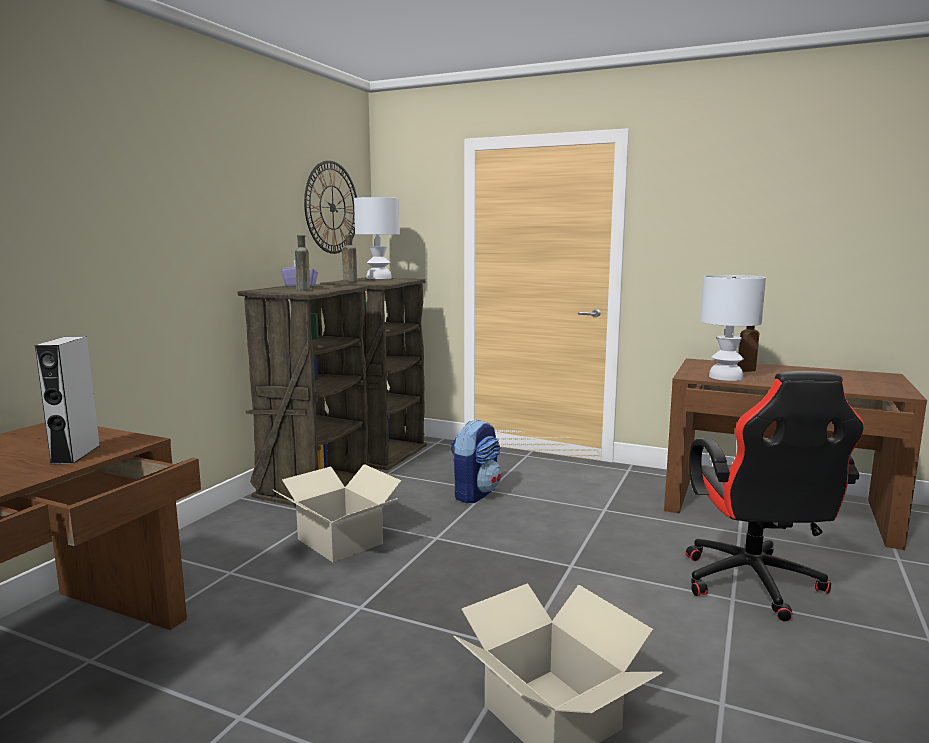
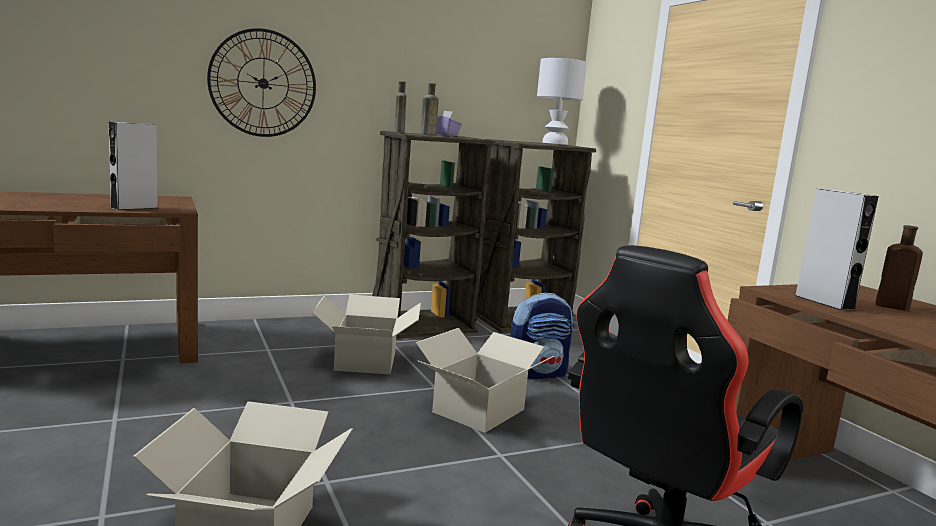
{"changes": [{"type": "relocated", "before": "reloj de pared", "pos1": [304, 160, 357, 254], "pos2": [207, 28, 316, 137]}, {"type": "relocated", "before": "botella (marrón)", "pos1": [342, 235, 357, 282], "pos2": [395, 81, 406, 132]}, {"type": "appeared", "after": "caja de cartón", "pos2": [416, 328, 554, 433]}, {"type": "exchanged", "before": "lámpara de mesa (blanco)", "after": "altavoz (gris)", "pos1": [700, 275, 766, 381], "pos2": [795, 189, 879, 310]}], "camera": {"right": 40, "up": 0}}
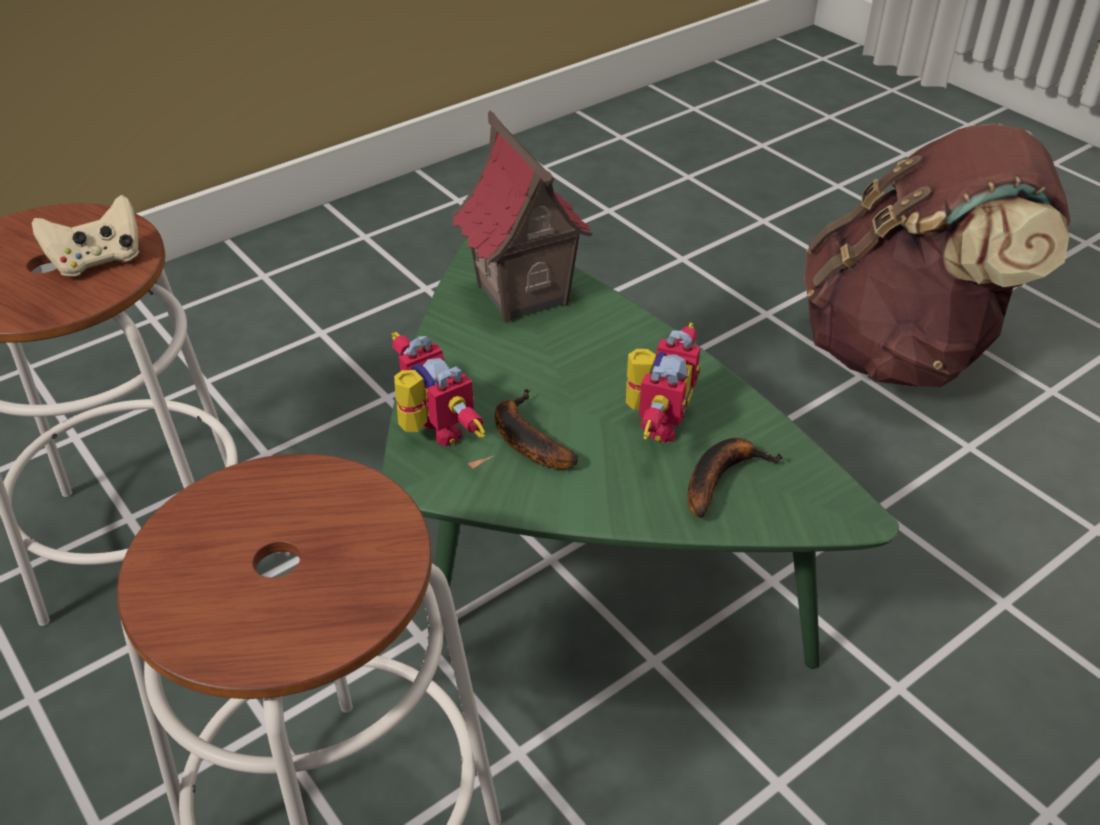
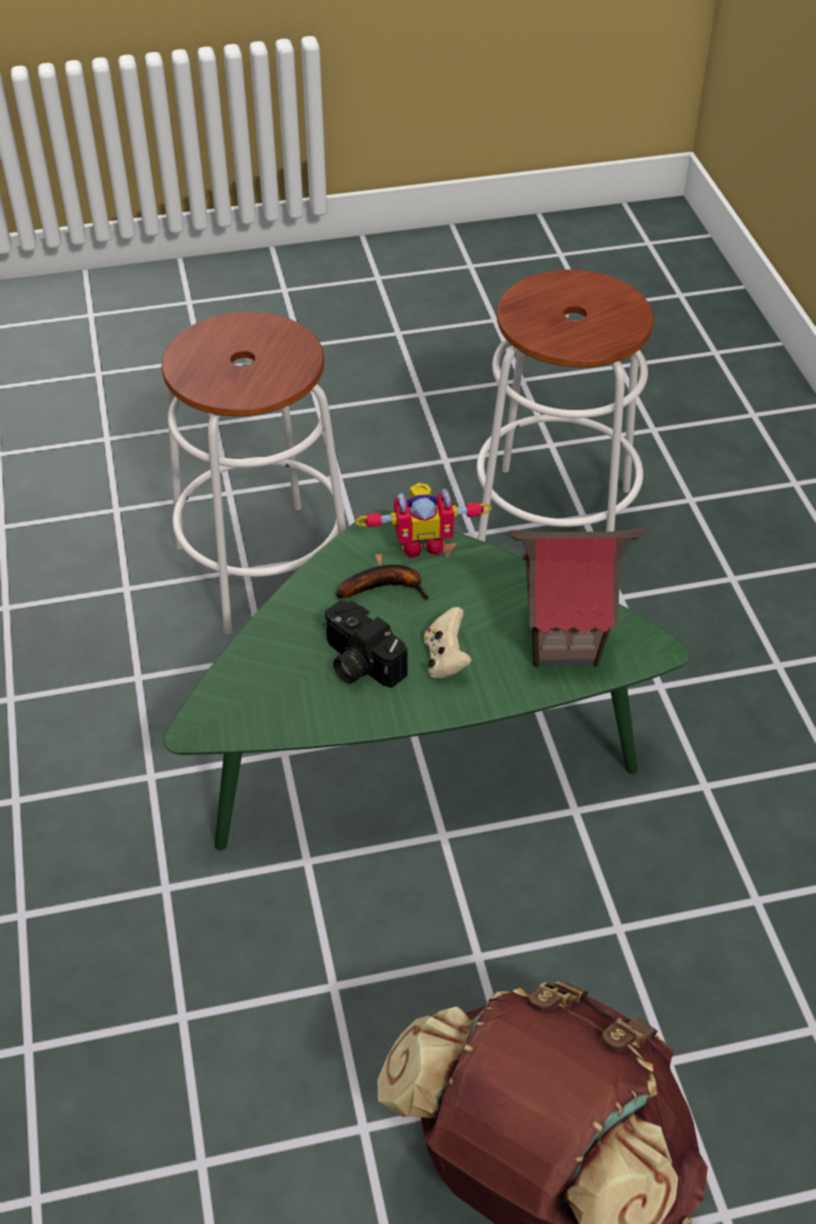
{"changes": [{"type": "exchanged", "before": "robot de juguete", "after": "cámara", "pos1": [626, 323, 700, 443], "pos2": [322, 600, 408, 688]}, {"type": "relocated", "before": "mando de consola (beis)", "pos1": [32, 195, 140, 277], "pos2": [424, 607, 472, 679]}, {"type": "missing", "before": "plátano", "pos1": [687, 438, 783, 519]}], "camera": {"right": 115, "up": 5}}
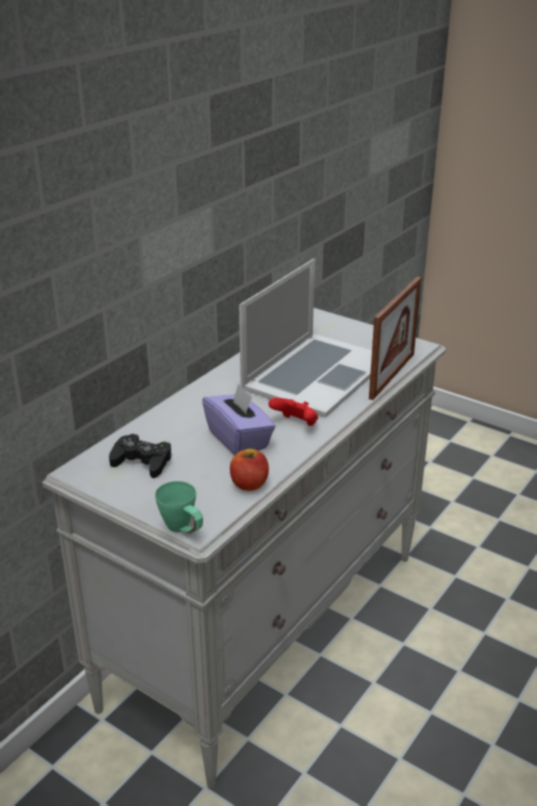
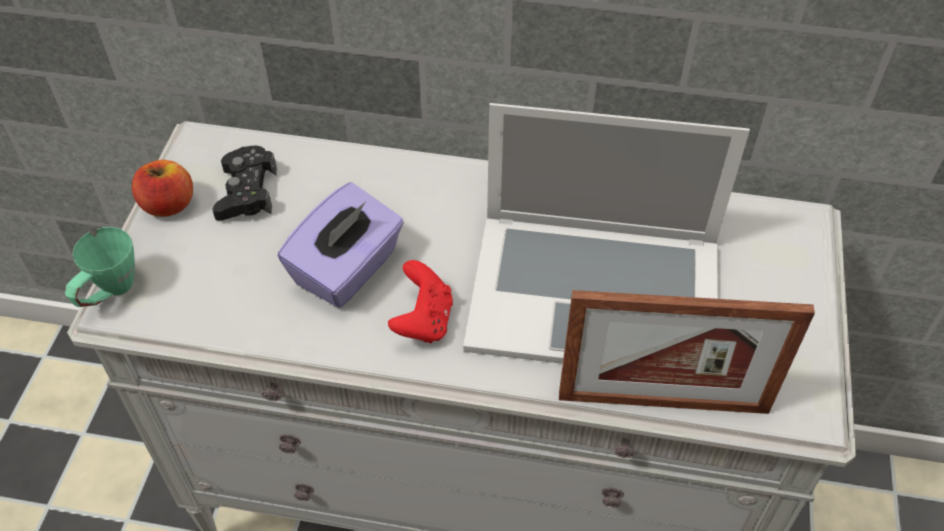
{"changes": [{"type": "relocated", "before": "manzana", "pos1": [230, 449, 269, 491], "pos2": [132, 160, 193, 217]}], "camera": {"right": 65, "up": 20}}
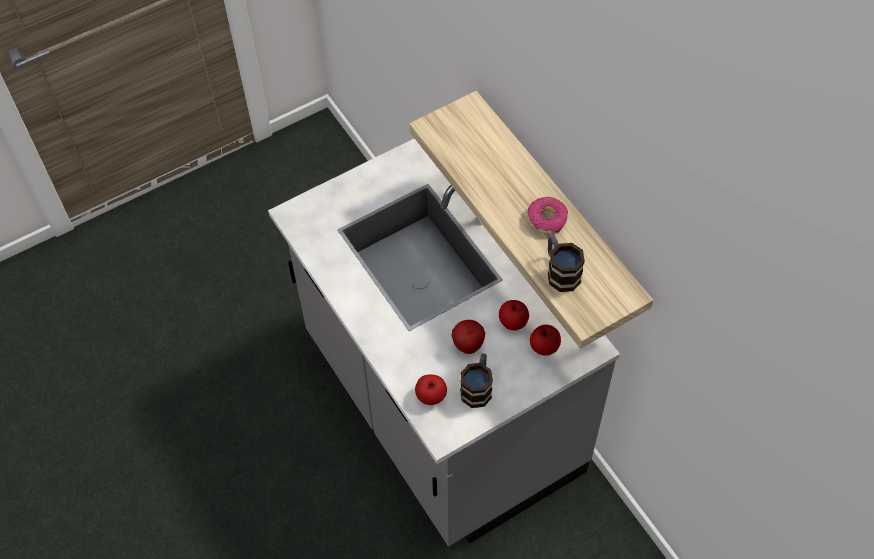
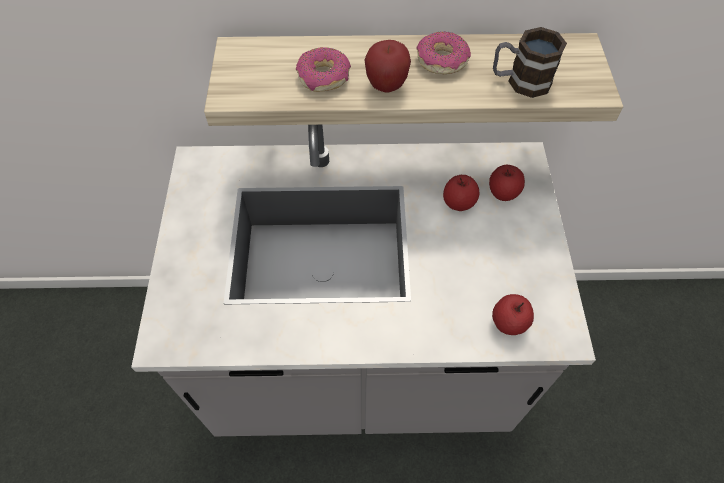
{"changes": [{"type": "appeared", "after": "rosquilla", "pos2": [296, 47, 351, 92]}, {"type": "relocated", "before": "manzana", "pos1": [452, 320, 485, 354], "pos2": [364, 40, 411, 93]}, {"type": "missing", "before": "taza grande", "pos1": [460, 353, 493, 408]}], "camera": {"right": -60, "up": 0}}
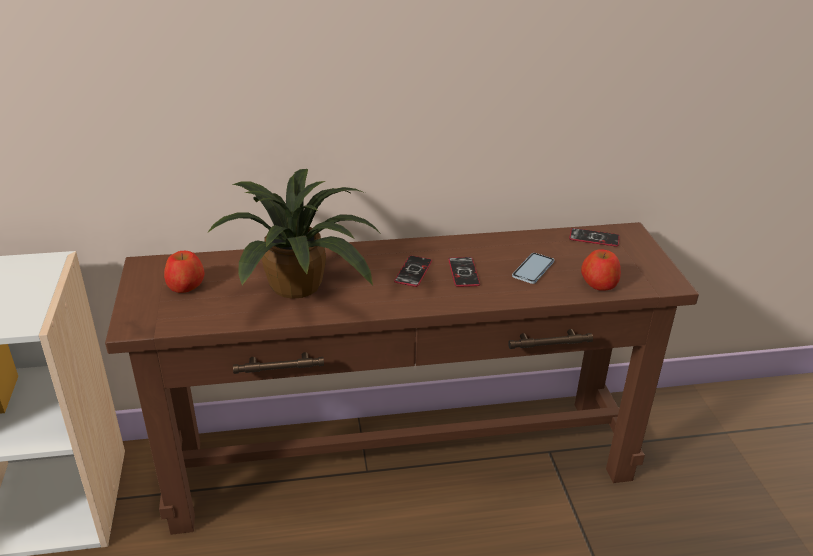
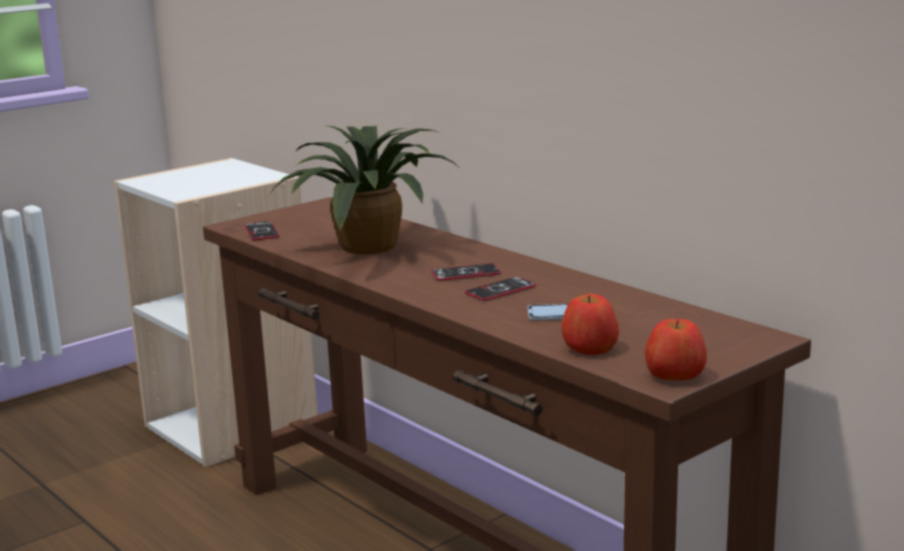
{"changes": [{"type": "relocated", "before": "móvil", "pos1": [569, 228, 620, 247], "pos2": [244, 221, 279, 240]}, {"type": "relocated", "before": "manzana", "pos1": [164, 251, 204, 293], "pos2": [645, 319, 707, 381]}], "camera": {"right": 60, "up": -15}}
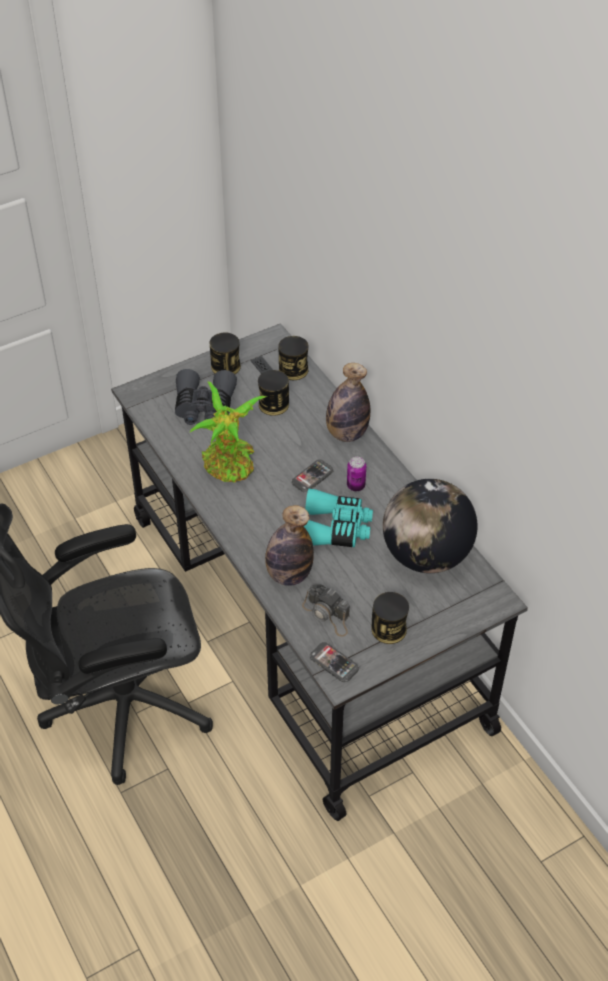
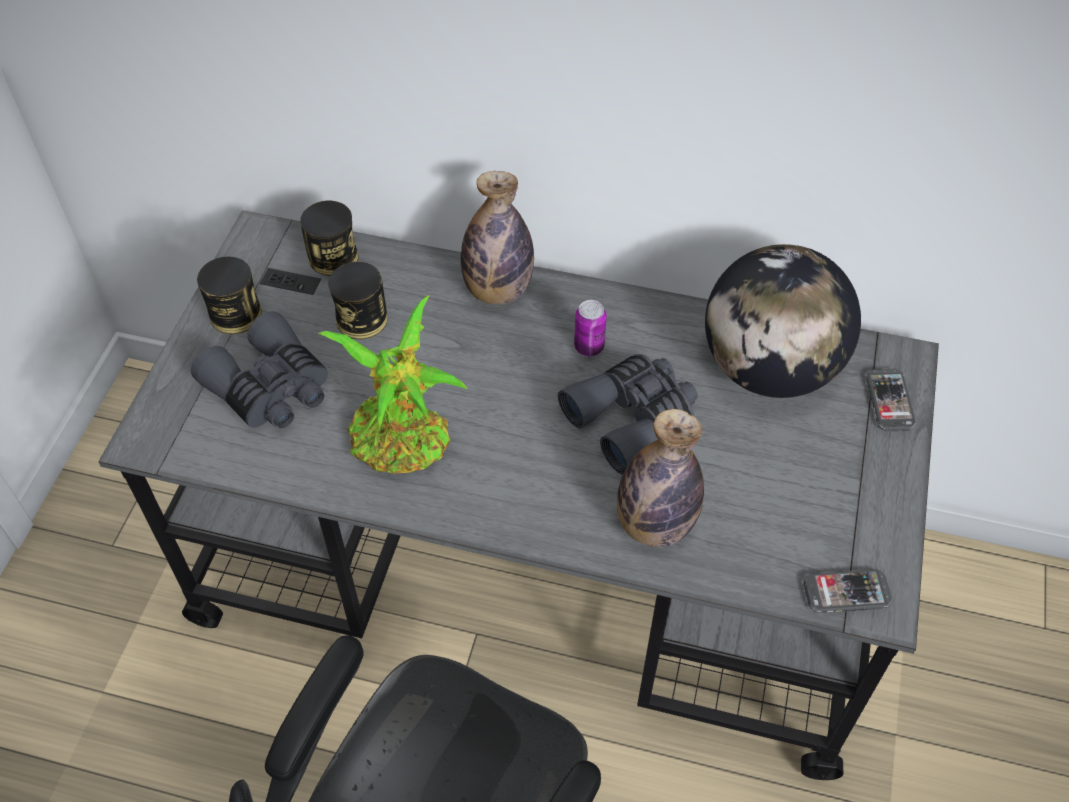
{"changes": [{"type": "colour", "before": "prismáticos (turquesa)", "after": "prismáticos (gris)", "pos1": [304, 489, 373, 547], "pos2": [558, 355, 698, 475]}, {"type": "relocated", "before": "móvil", "pos1": [291, 460, 333, 493], "pos2": [866, 369, 916, 431]}, {"type": "missing", "before": "cámara", "pos1": [302, 583, 350, 637]}, {"type": "missing", "before": "lata", "pos1": [372, 592, 409, 644]}], "camera": {"right": -45, "up": 5}}
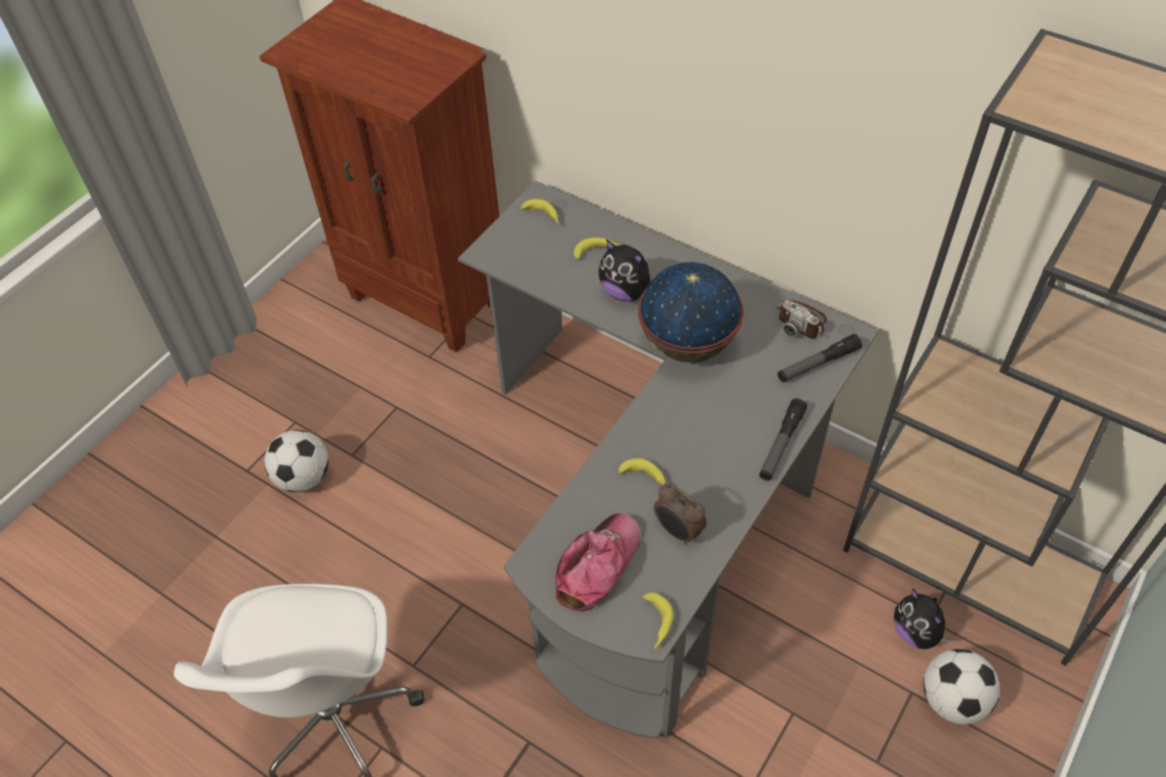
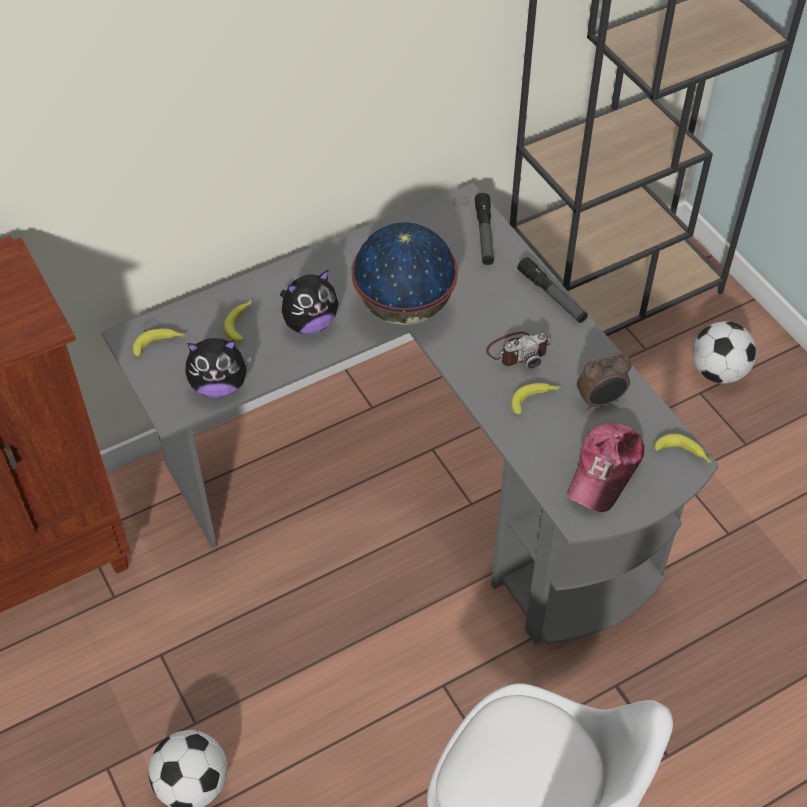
{"changes": [{"type": "relocated", "before": "peluche", "pos1": [894, 589, 952, 649], "pos2": [185, 338, 252, 398]}, {"type": "relocated", "before": "cámara", "pos1": [776, 300, 827, 339], "pos2": [486, 332, 551, 369]}, {"type": "spun", "before": "gorra", "pos1": [556, 513, 640, 611], "pos2": [567, 423, 644, 512], "turn": -120}], "camera": {"right": -65, "up": 0}}
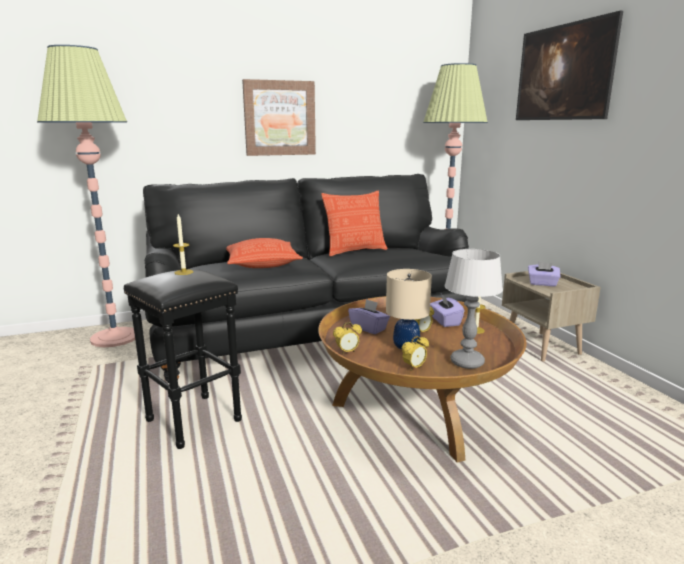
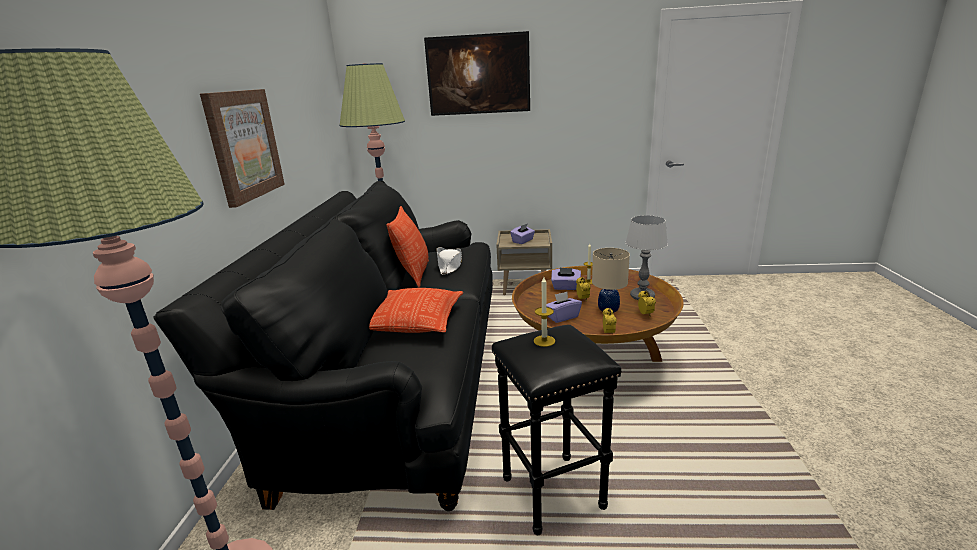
{"changes": [{"type": "appeared", "after": "sombrero (blanco)", "pos2": [436, 247, 462, 275]}], "camera": {"right": -65, "up": 5}}
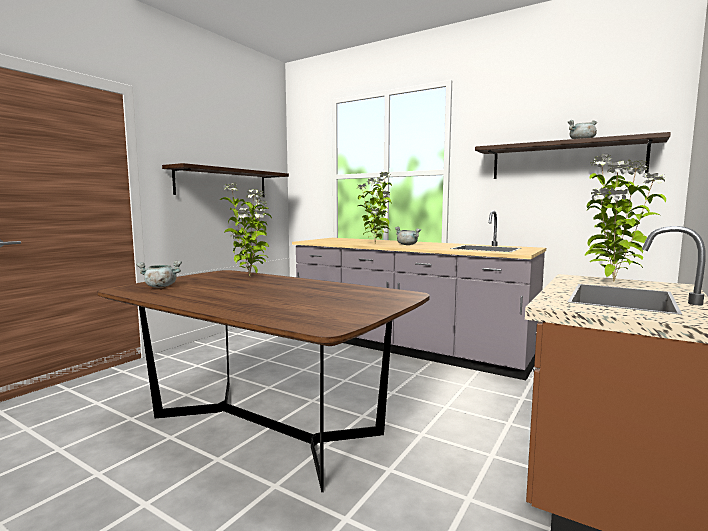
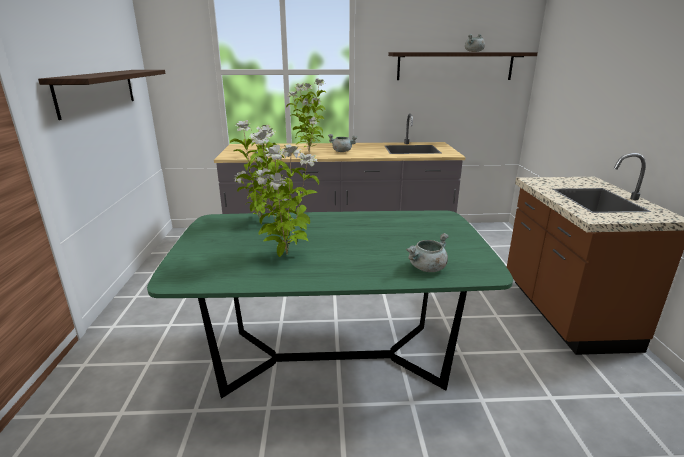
{"changes": [{"type": "colour", "before": "mesa de comedor (marrón)", "after": "mesa de comedor (verde)", "pos1": [97, 270, 429, 492], "pos2": [147, 211, 513, 399]}, {"type": "relocated", "before": "planta en maceta", "pos1": [585, 154, 666, 281], "pos2": [250, 131, 319, 257]}, {"type": "relocated", "before": "olla (gris)", "pos1": [136, 261, 182, 288], "pos2": [406, 233, 449, 272]}], "camera": {"right": -35, "up": 15}}
